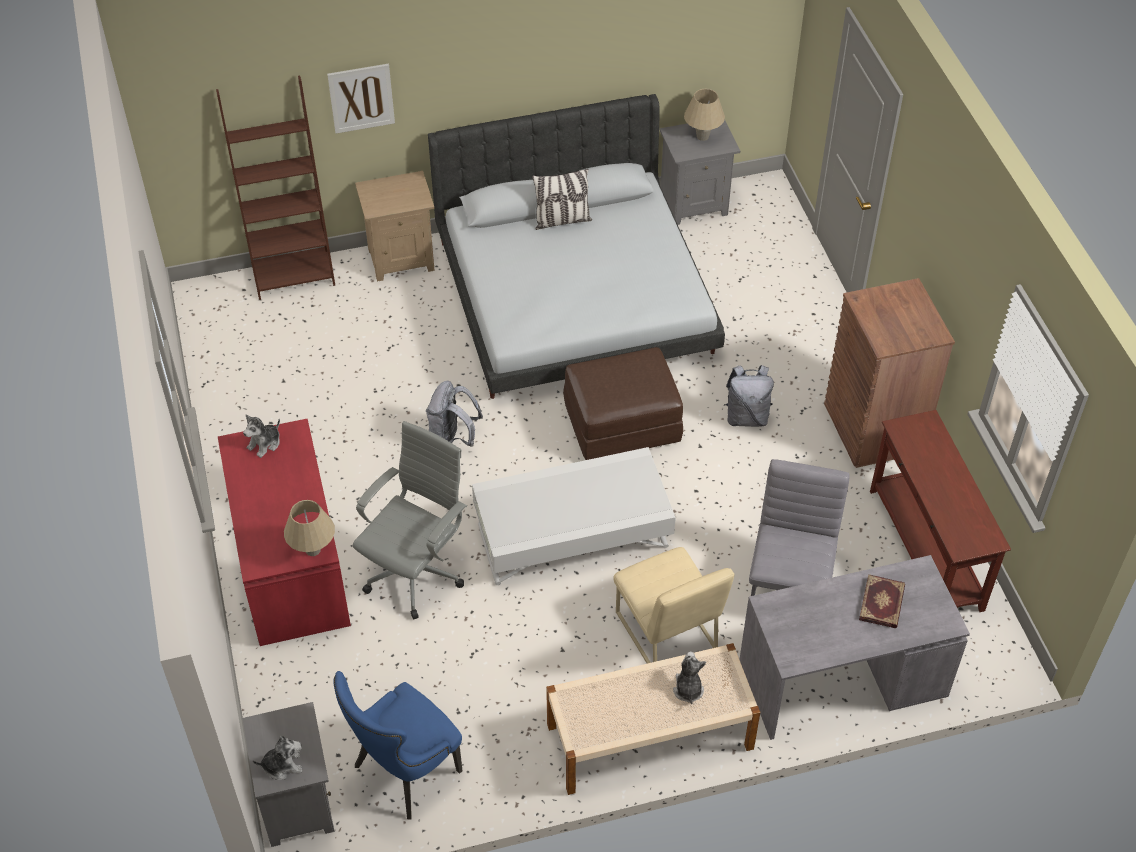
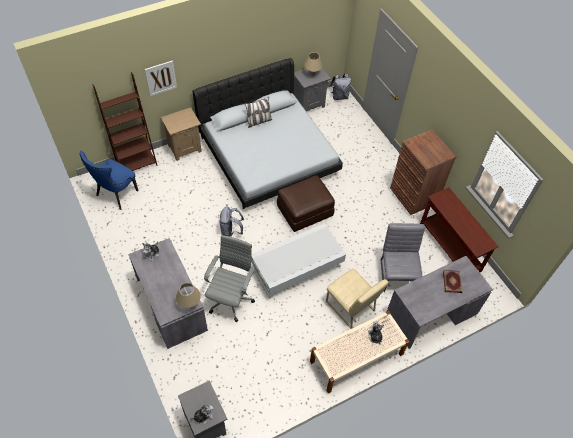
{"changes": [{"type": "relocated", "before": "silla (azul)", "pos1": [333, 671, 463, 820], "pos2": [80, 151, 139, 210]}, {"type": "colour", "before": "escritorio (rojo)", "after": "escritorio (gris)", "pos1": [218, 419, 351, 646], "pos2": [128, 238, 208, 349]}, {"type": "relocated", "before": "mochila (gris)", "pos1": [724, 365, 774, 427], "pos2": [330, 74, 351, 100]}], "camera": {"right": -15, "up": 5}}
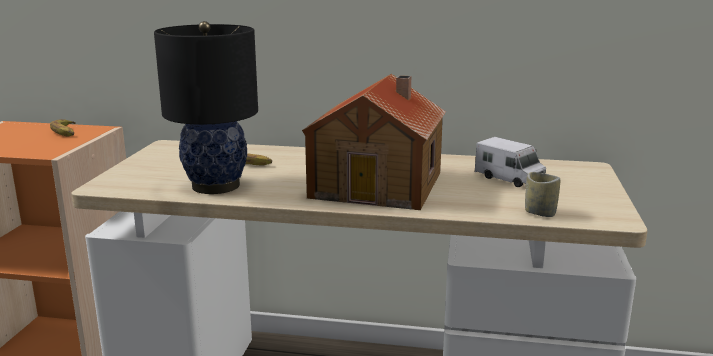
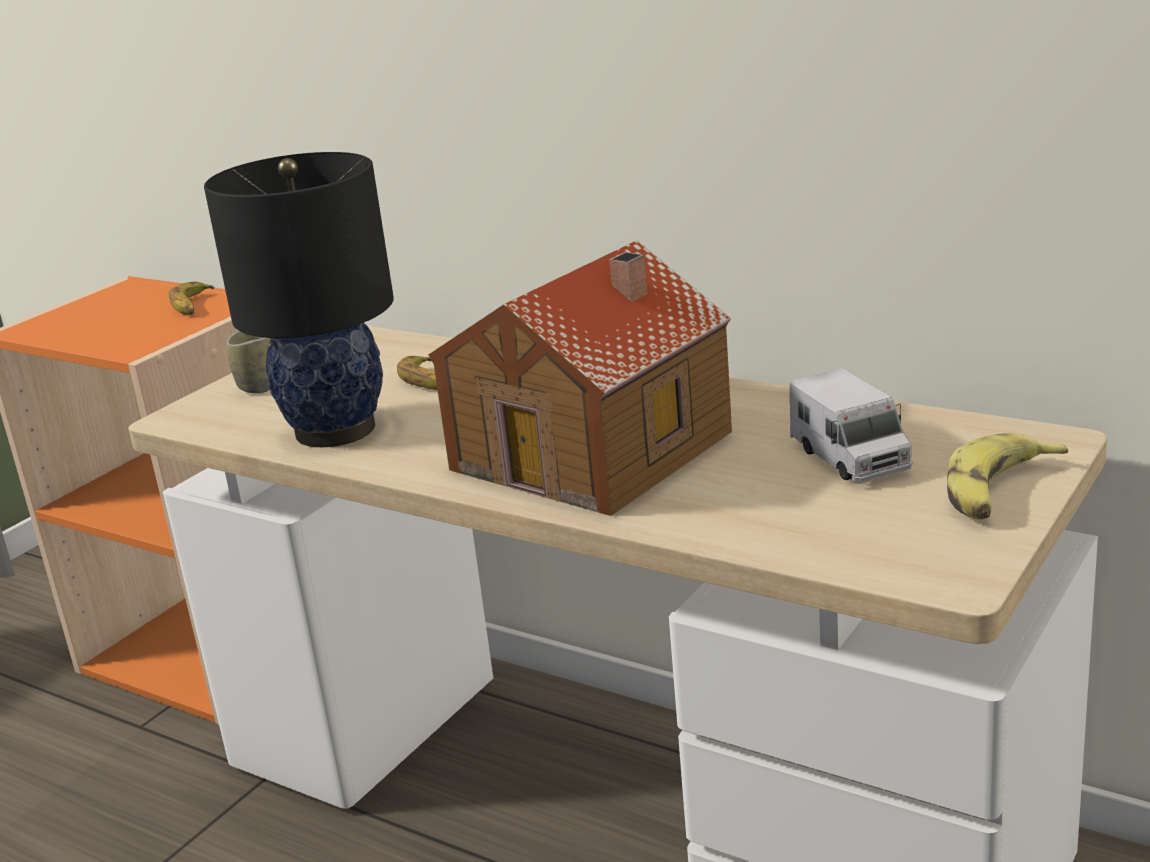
{"changes": [{"type": "relocated", "before": "taza", "pos1": [525, 172, 560, 217], "pos2": [227, 331, 271, 394]}, {"type": "appeared", "after": "plátano", "pos2": [947, 433, 1068, 520]}], "camera": {"right": 25, "up": 5}}
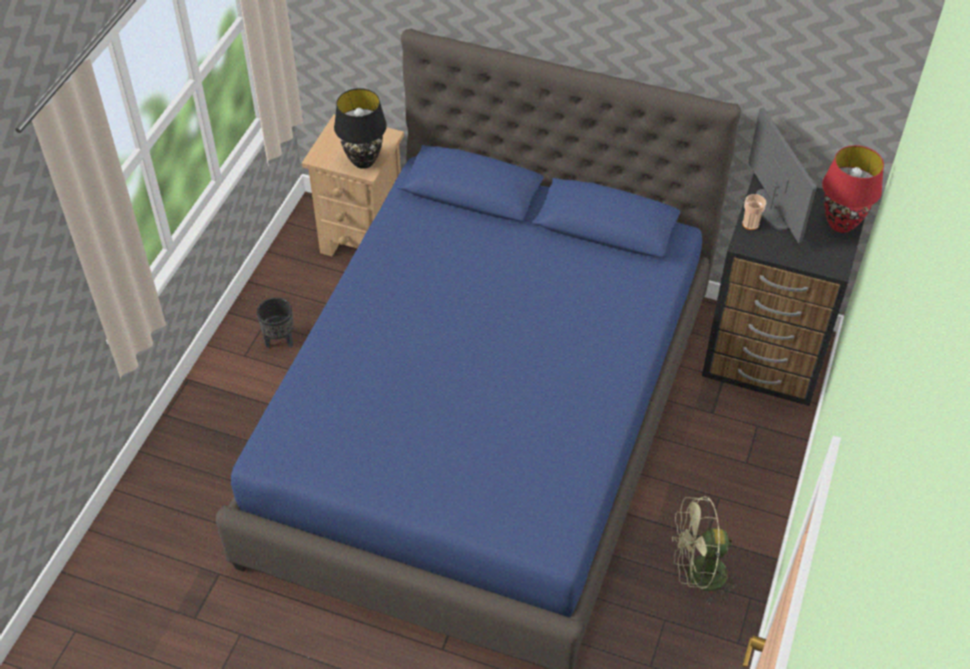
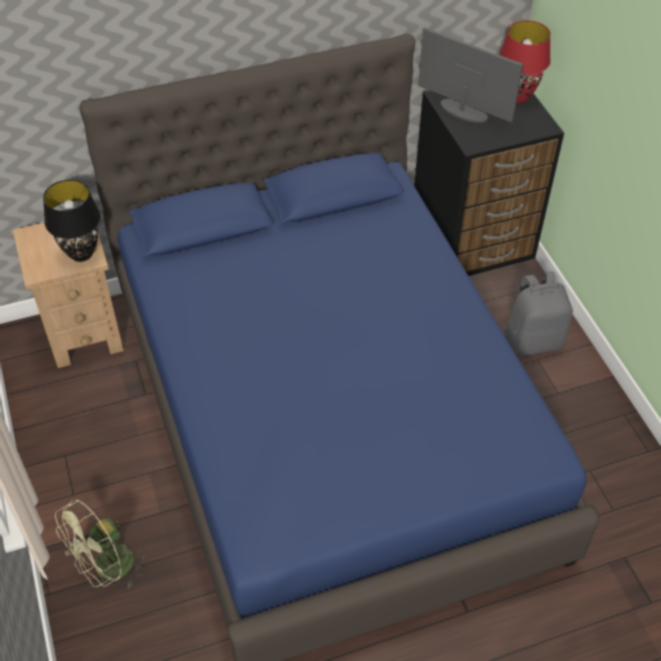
{"changes": [{"type": "relocated", "before": "ventilador (verde)", "pos1": [672, 496, 741, 605], "pos2": [55, 498, 147, 588]}, {"type": "appeared", "after": "mochila (gris)", "pos2": [505, 271, 573, 356]}, {"type": "missing", "before": "maceta (negro)", "pos1": [257, 297, 294, 348]}, {"type": "missing", "before": "taza", "pos1": [742, 194, 766, 230]}], "camera": {"right": -40, "up": 0}}
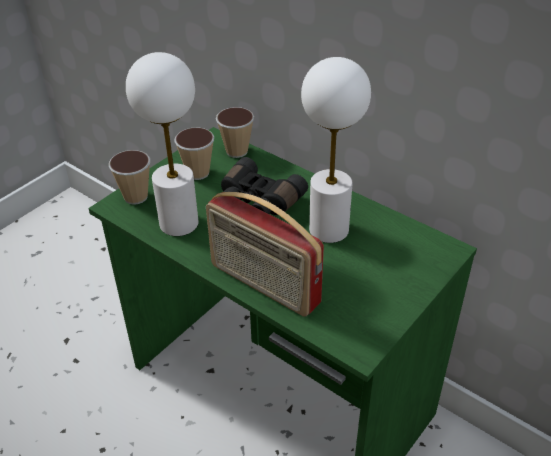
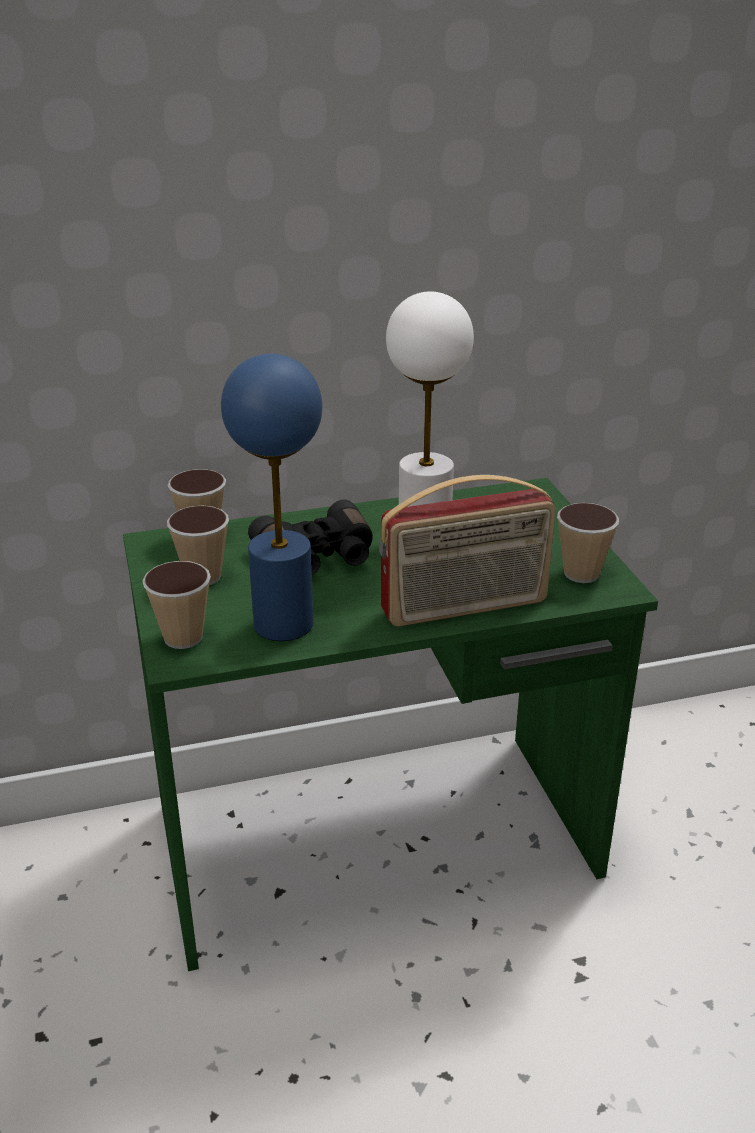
{"changes": [{"type": "colour", "before": "lámpara de mesa (blanco)", "after": "lámpara de mesa (azul)", "pos1": [126, 52, 199, 236], "pos2": [221, 354, 322, 641]}, {"type": "appeared", "after": "taza", "pos2": [557, 503, 619, 583]}], "camera": {"right": -55, "up": -10}}
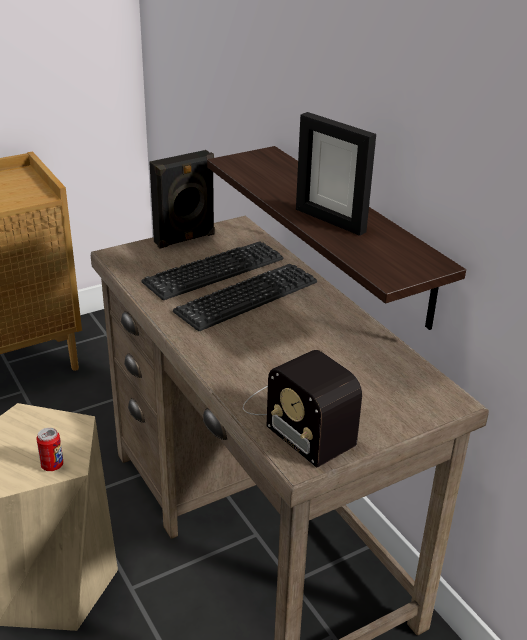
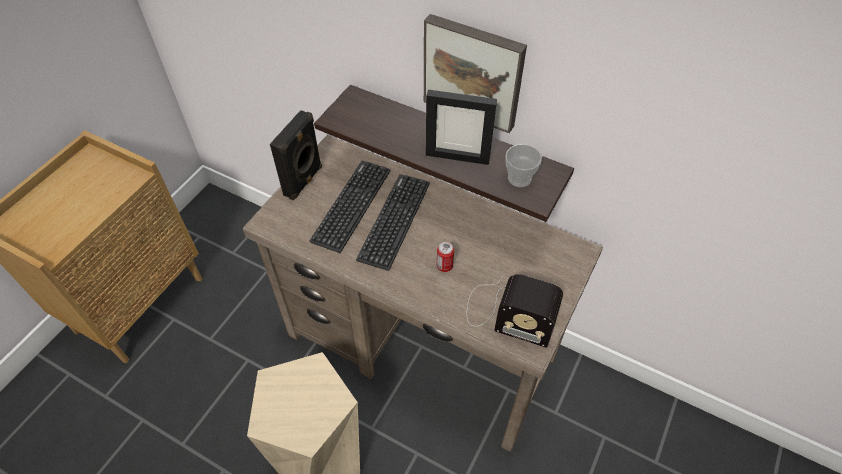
{"changes": [{"type": "appeared", "after": "cuadro", "pos2": [424, 14, 527, 133]}, {"type": "relocated", "before": "lata", "pos1": [36, 428, 64, 471], "pos2": [437, 242, 454, 272]}, {"type": "appeared", "after": "taza", "pos2": [505, 144, 542, 187]}], "camera": {"right": -30, "up": 20}}
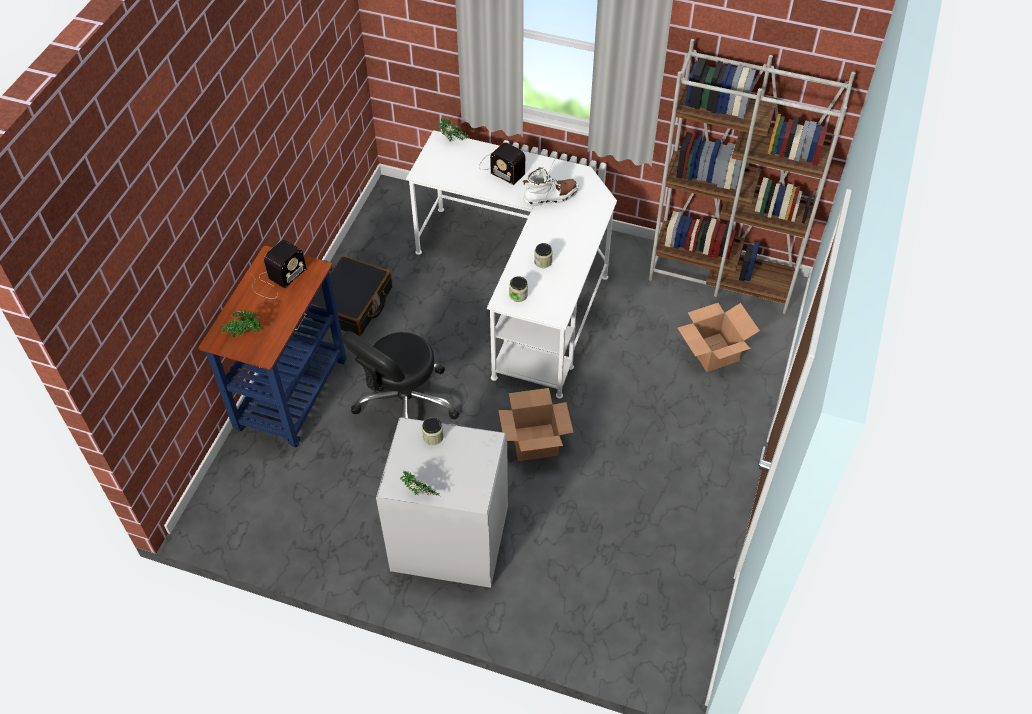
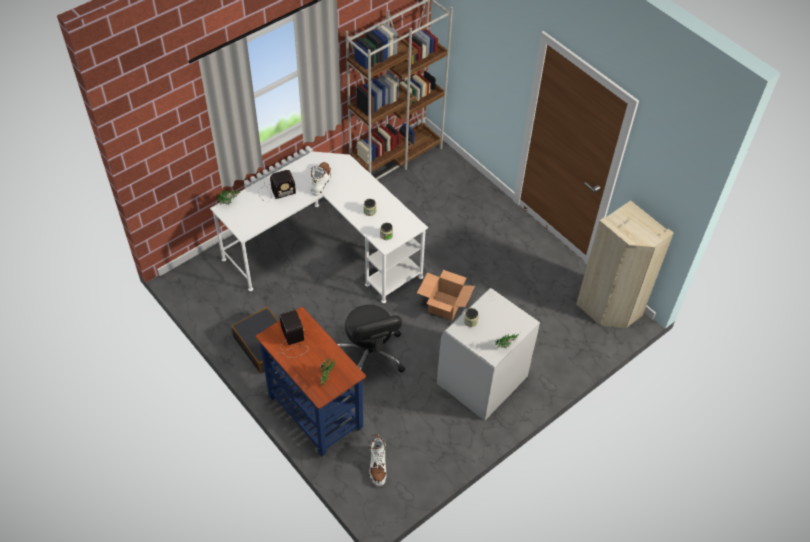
{"changes": [{"type": "appeared", "after": "bota (blanco)", "pos2": [369, 434, 386, 486]}, {"type": "appeared", "after": "armario (beis)", "pos2": [576, 200, 673, 328]}, {"type": "missing", "before": "caja de cartón", "pos1": [678, 303, 760, 372]}], "camera": {"right": -60, "up": 0}}
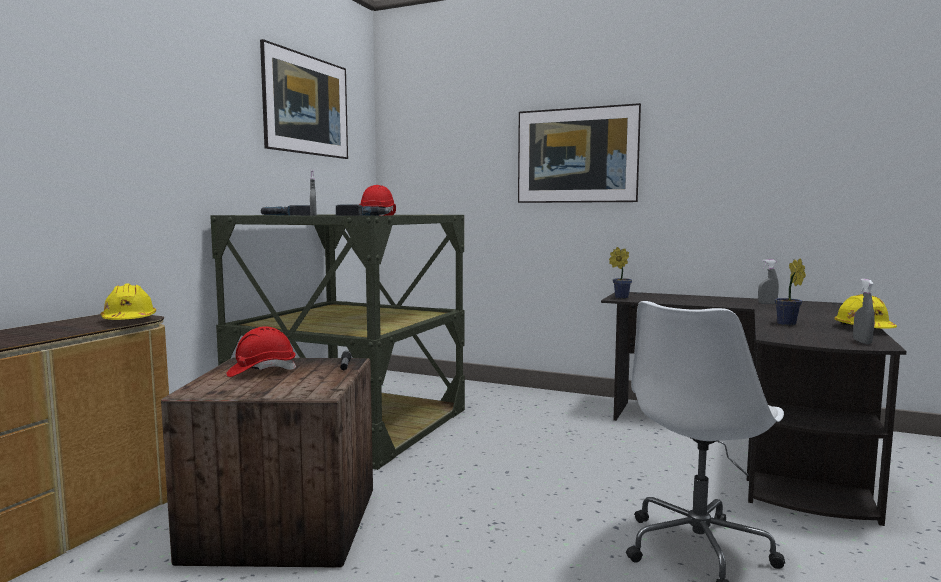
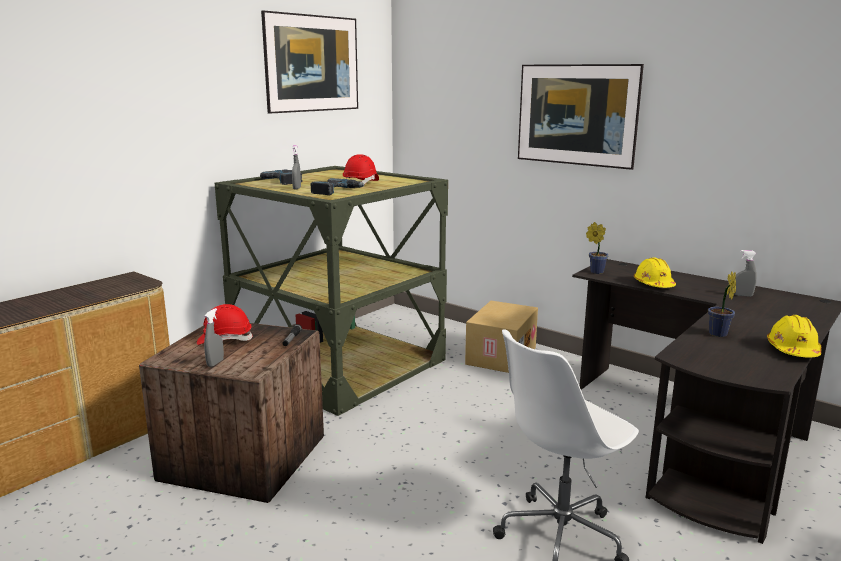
{"changes": [{"type": "relocated", "before": "pulverizador (gris)", "pos1": [853, 279, 875, 344], "pos2": [204, 308, 224, 367]}, {"type": "appeared", "after": "caja de cartón", "pos2": [465, 301, 538, 373]}, {"type": "relocated", "before": "casco (amarillo)", "pos1": [100, 283, 156, 320], "pos2": [634, 257, 676, 288]}], "camera": {"right": 15, "up": 10}}
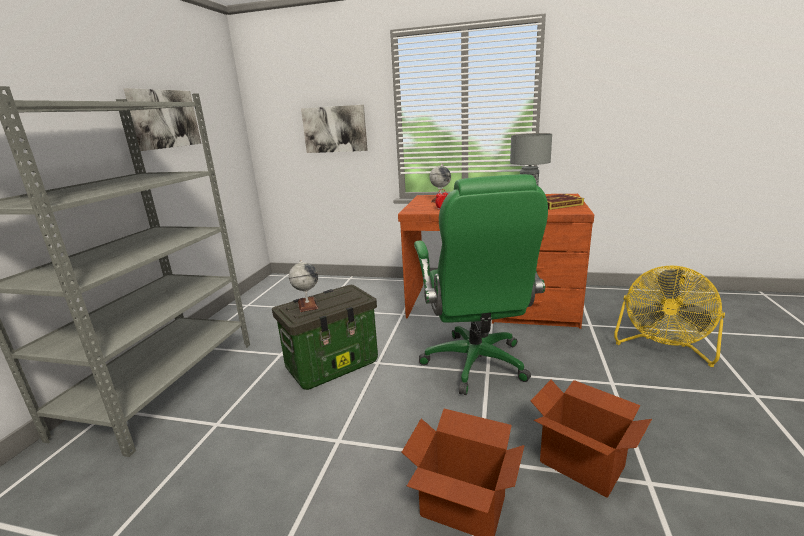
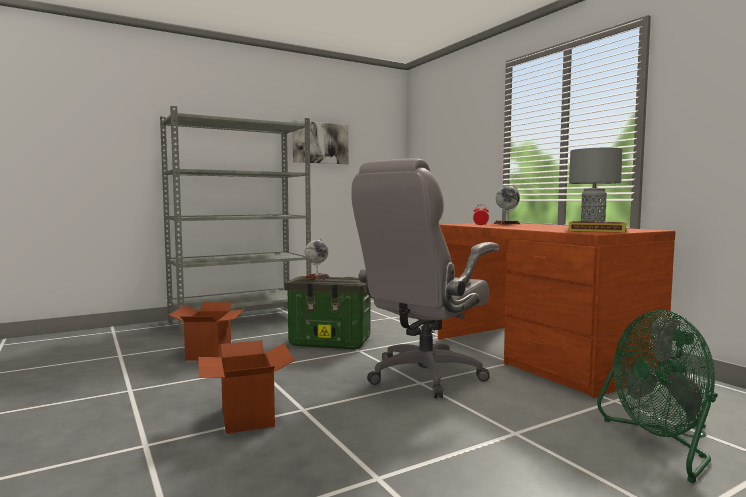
{"changes": [{"type": "relocated", "before": "caja de cartón", "pos1": [531, 380, 652, 498], "pos2": [169, 302, 245, 360]}, {"type": "colour", "before": "silla de oficina (verde)", "after": "silla de oficina (gris)", "pos1": [414, 174, 548, 395], "pos2": [351, 158, 499, 398]}, {"type": "colour", "before": "ventilador (amarillo)", "after": "ventilador (verde)", "pos1": [614, 266, 725, 367], "pos2": [597, 310, 718, 483]}, {"type": "missing", "before": "cuadro", "pos1": [301, 105, 368, 153]}], "camera": {"right": 45, "up": -15}}
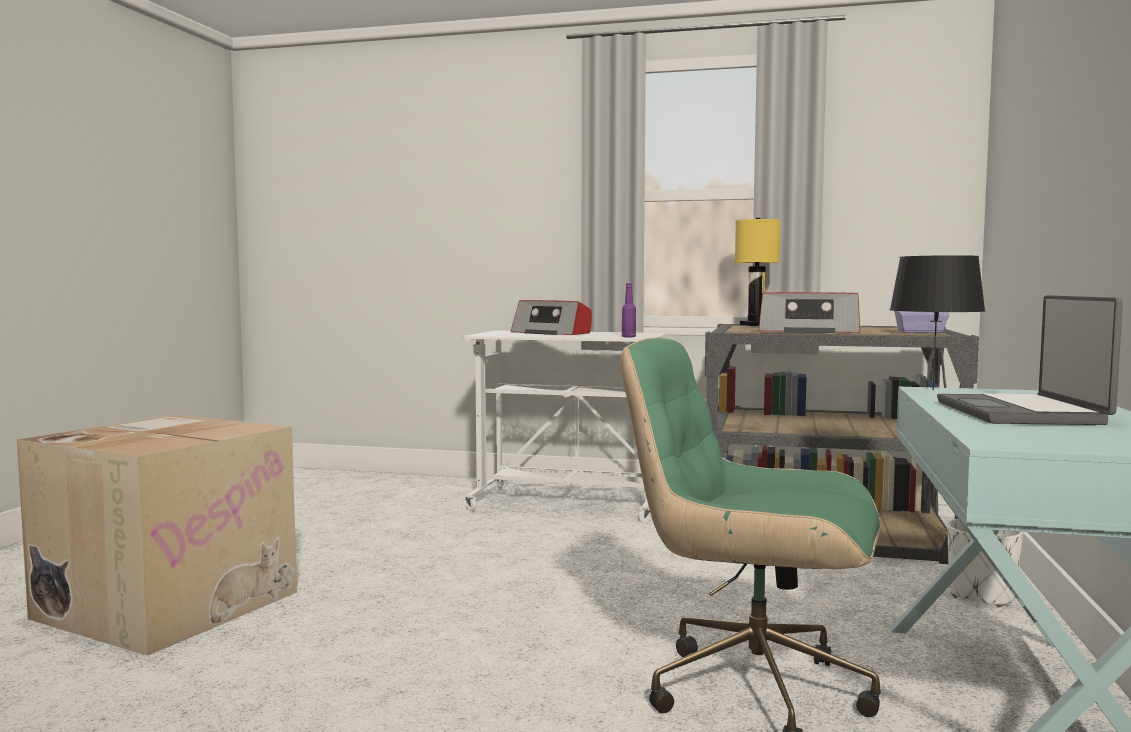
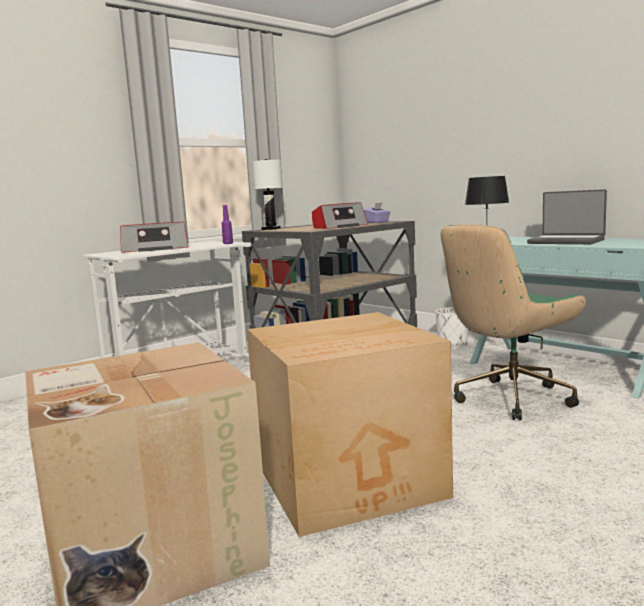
{"changes": [{"type": "appeared", "after": "caja de cartón", "pos2": [247, 312, 453, 537]}, {"type": "colour", "before": "lámpara de mesa (amarillo)", "after": "lámpara de mesa (blanco)", "pos1": [735, 218, 781, 326], "pos2": [252, 159, 283, 230]}], "camera": {"right": -55, "up": 5}}
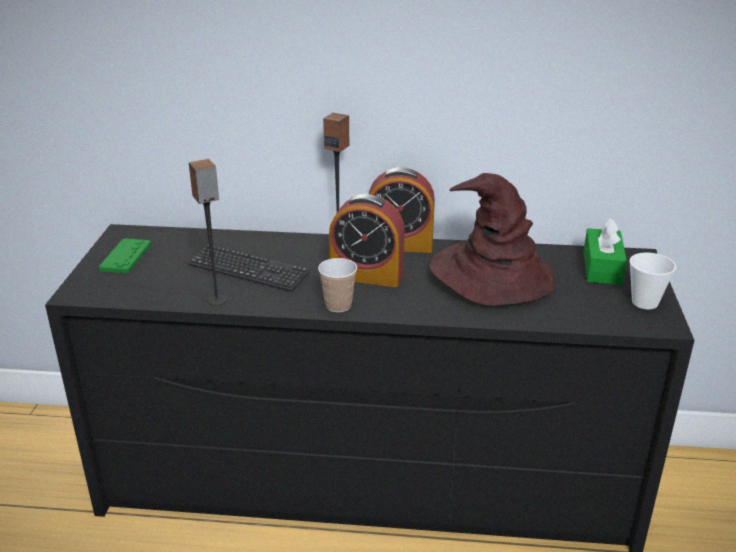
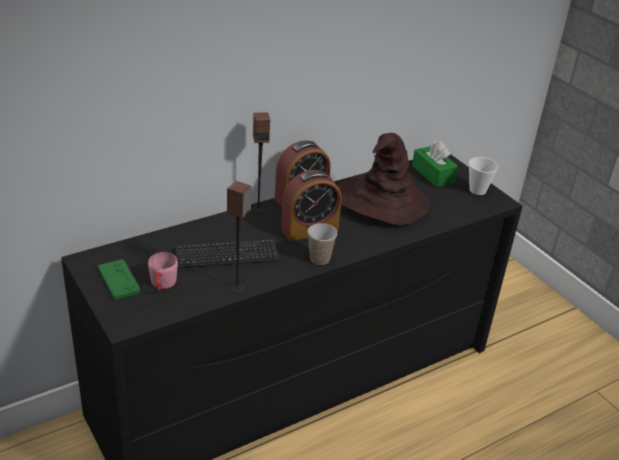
{"changes": [{"type": "appeared", "after": "taza grande (rosa)", "pos2": [148, 252, 178, 291]}], "camera": {"right": -40, "up": 5}}
